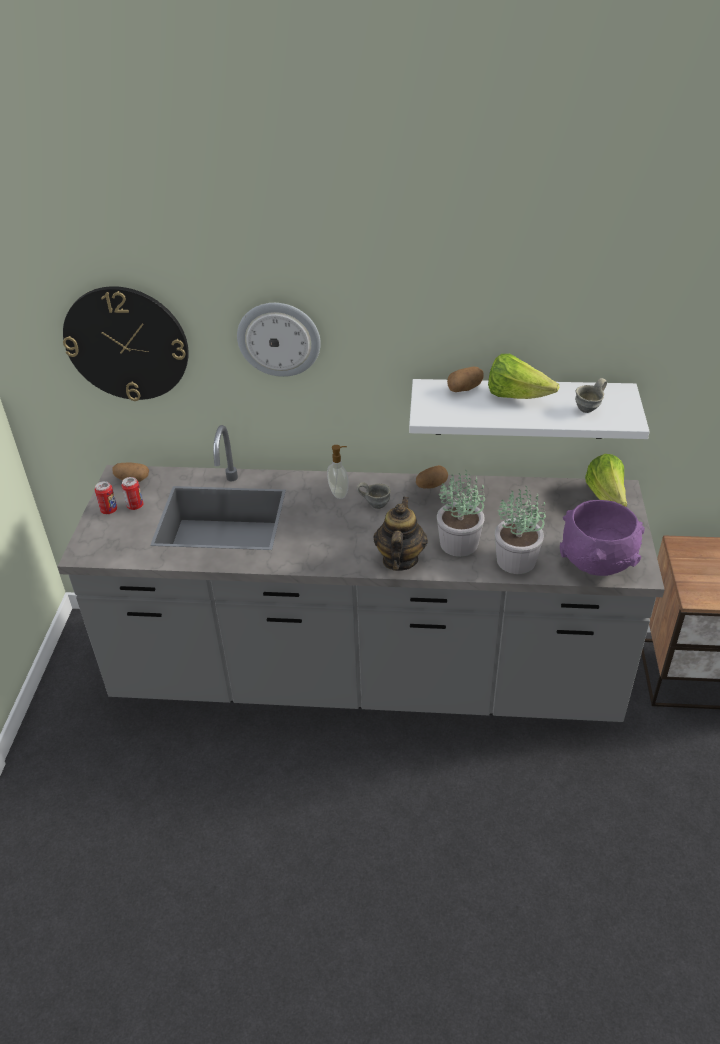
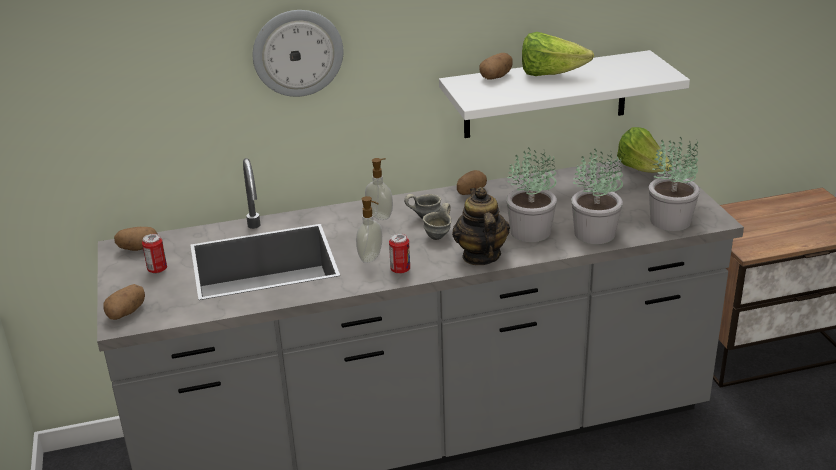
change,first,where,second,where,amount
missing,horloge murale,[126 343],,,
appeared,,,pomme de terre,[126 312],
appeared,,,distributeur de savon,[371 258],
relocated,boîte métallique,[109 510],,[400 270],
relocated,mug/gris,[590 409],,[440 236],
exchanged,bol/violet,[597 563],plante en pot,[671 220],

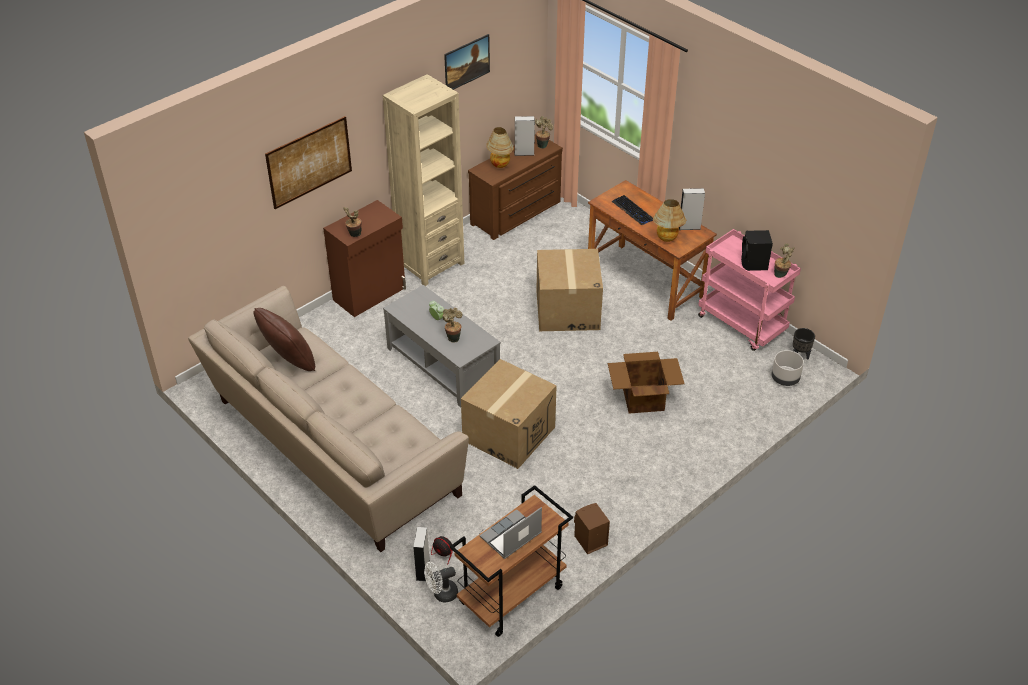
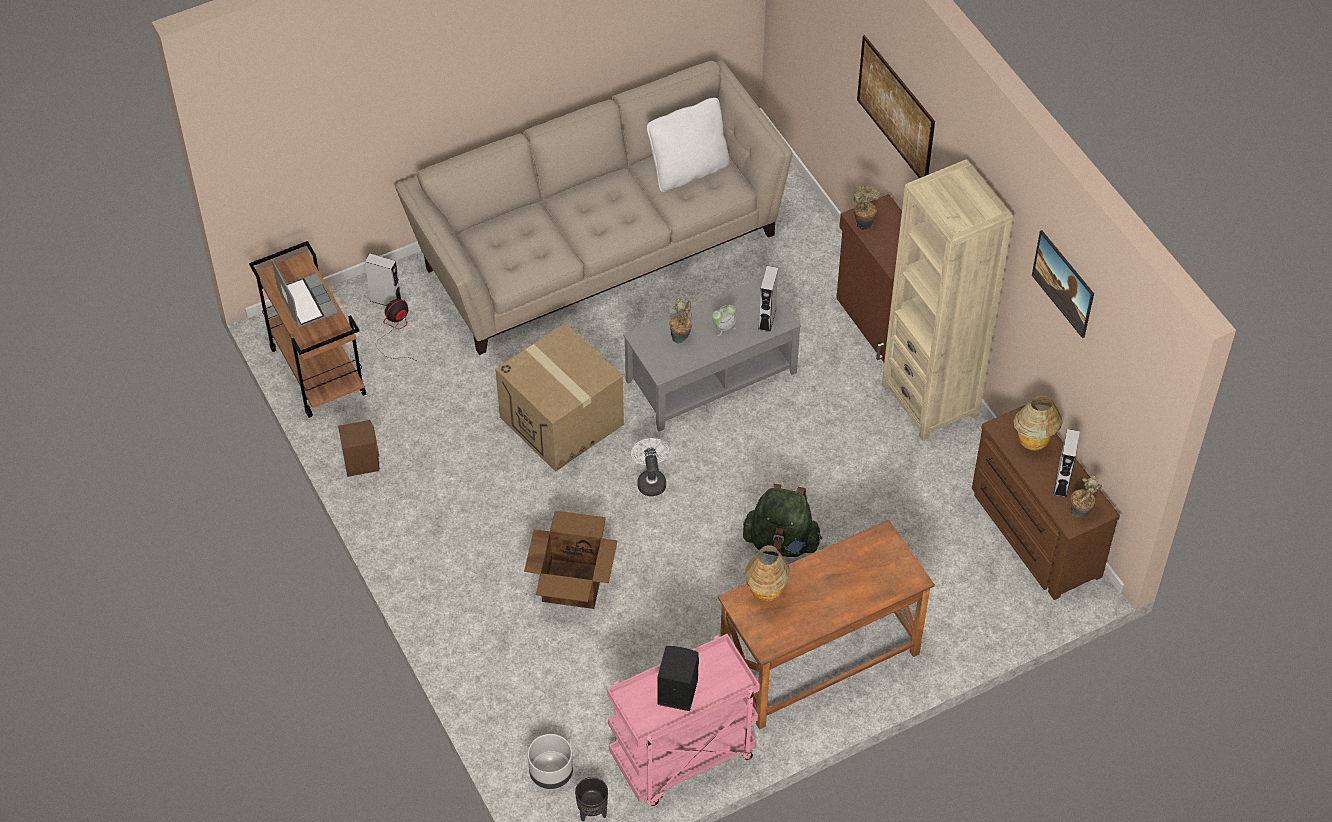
change,first,where,second,where,amount
missing,clavier,[633 211],,,
missing,plante en pot,[781 275],,,
relocated,ventilateur/blanc,[441 594],,[651 480],
relocated,enceinte/gris,[689 227],,[767 319],
exchanged,carton,[567 310],sac à dos/vert,[781 542],
colour,coussin/marron,[288 361],coussin/blanc,[688 170],

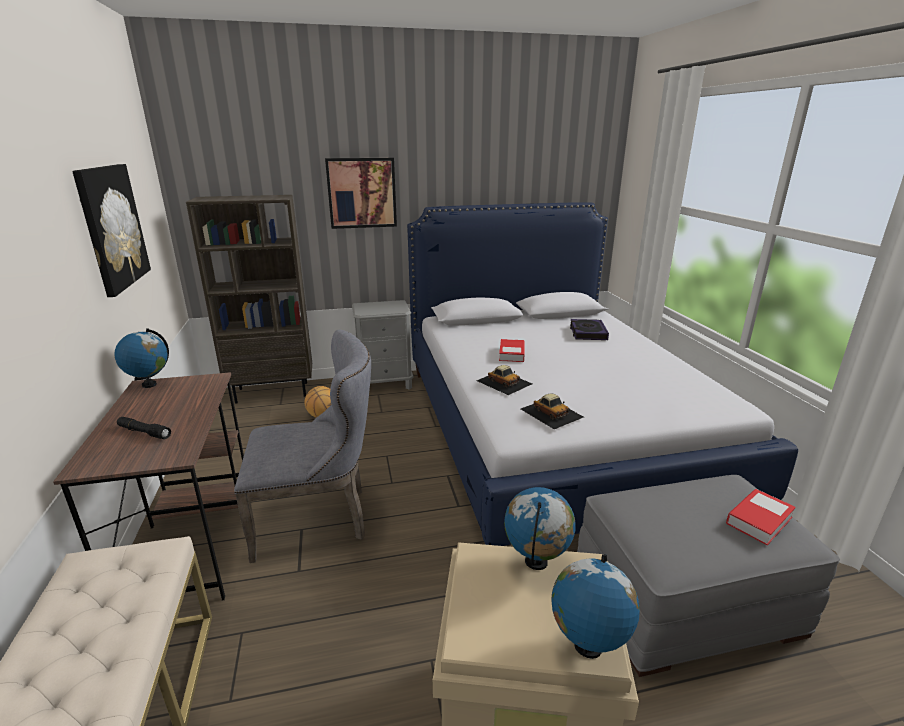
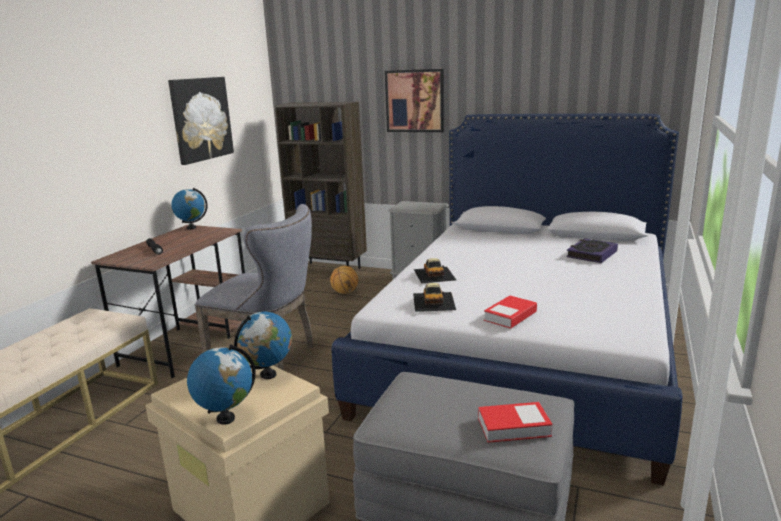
change,first,where,second,where,amount
relocated,livre,[511 354],,[510 316],

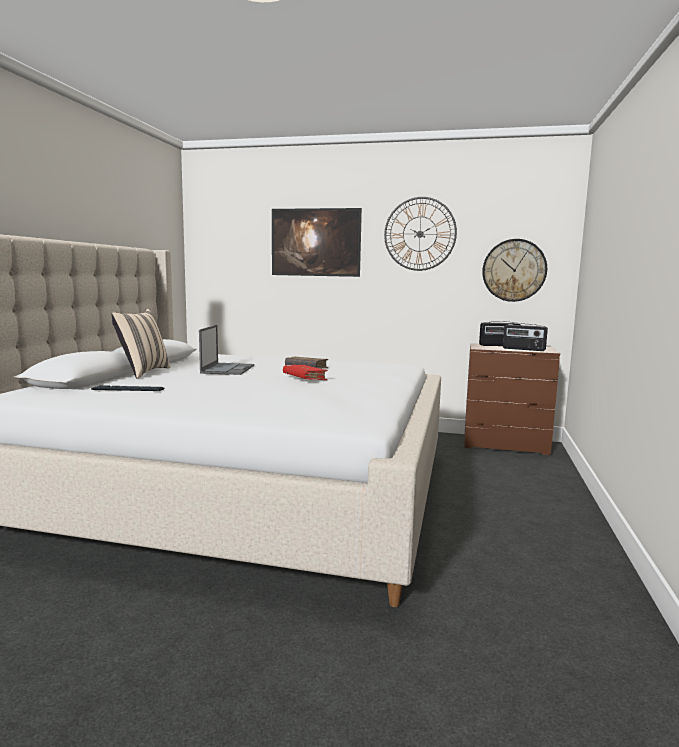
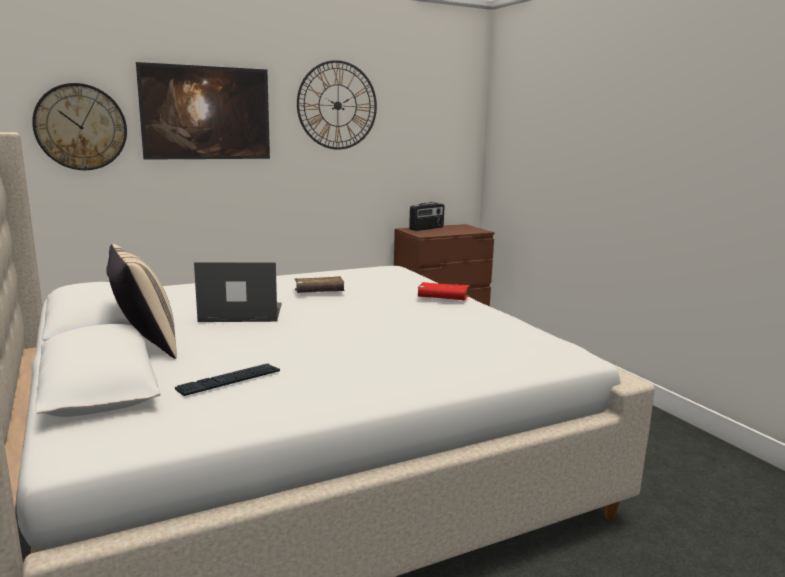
change,first,where,second,where,amount
missing,radio,[523 349],,,
relocated,livre/rouge,[304 378],,[443 299],
relocated,horloge murale,[514 270],,[81 127],
spun,ordinateur portable,[228 369],,[240 313],60 degrees counterclockwise

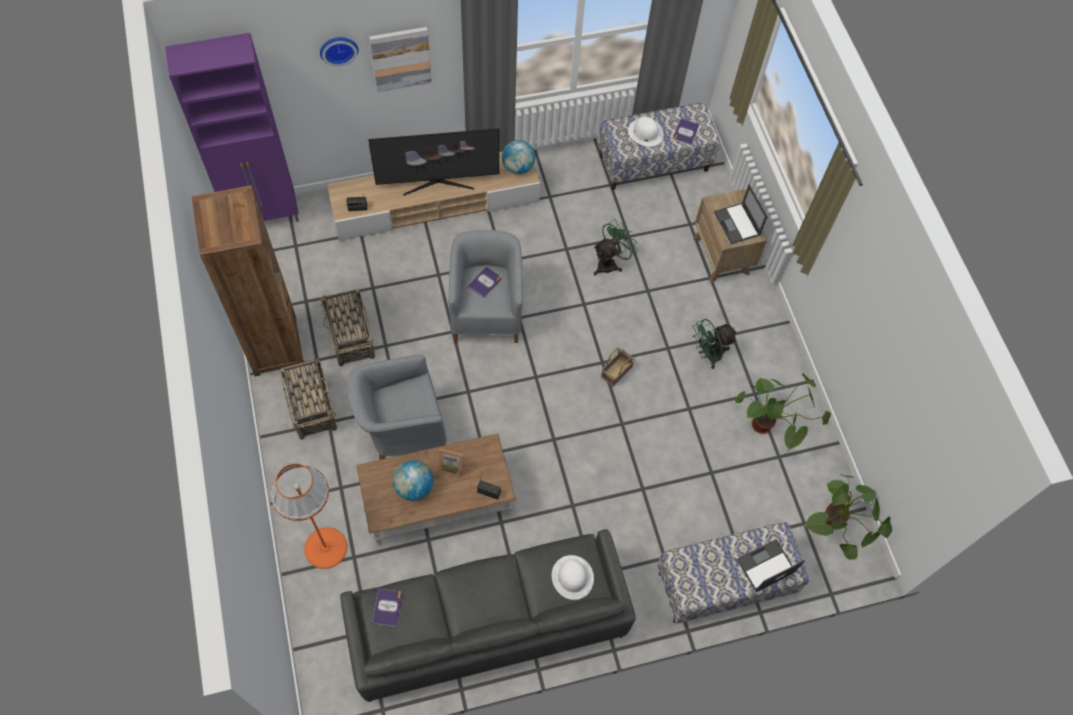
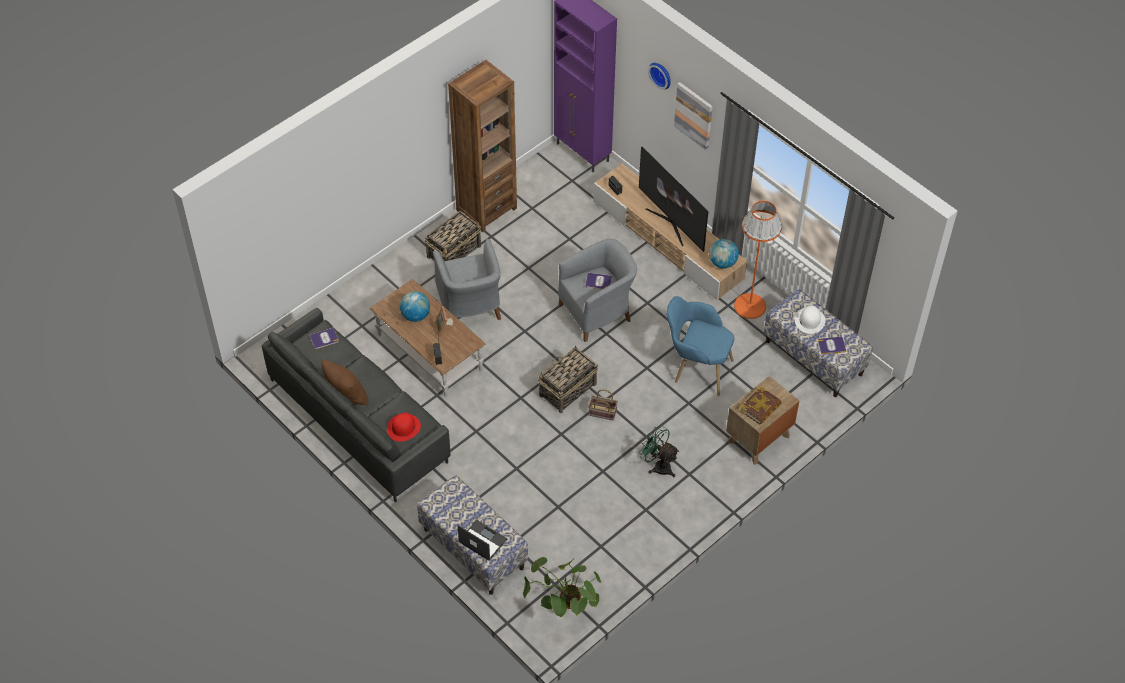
change,first,where,second,where,amount
missing,plante en pot,[771 425],,,
appeared,,,coussin/marron,[346 395],
relocated,lampadaire/orange,[325 547],,[750 305],
relocated,panier,[351 337],,[567 390],
exchanged,ventilateur/vert,[610 263],fauteuil/bleu,[696 368],
exchanged,ordinateur portable,[737 224],livre,[760 408],
colour,chapeau/blanc,[572 577],chapeau/rouge,[403 427],
spun,fauteuil/gris,[401 429],,[470 307],150 degrees counterclockwise

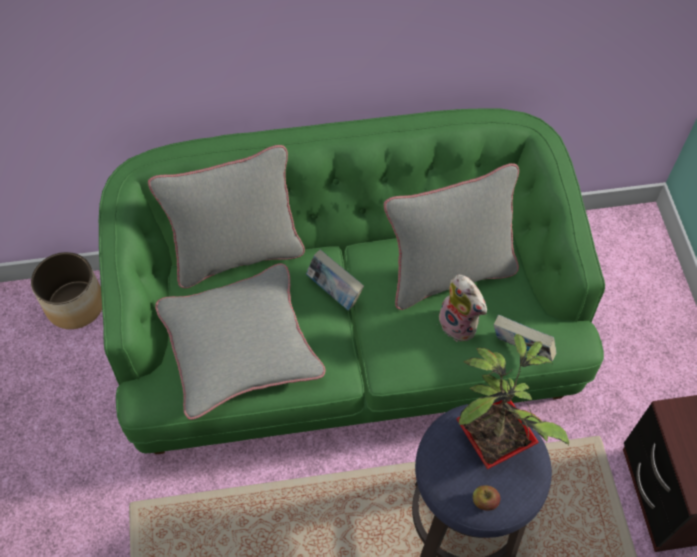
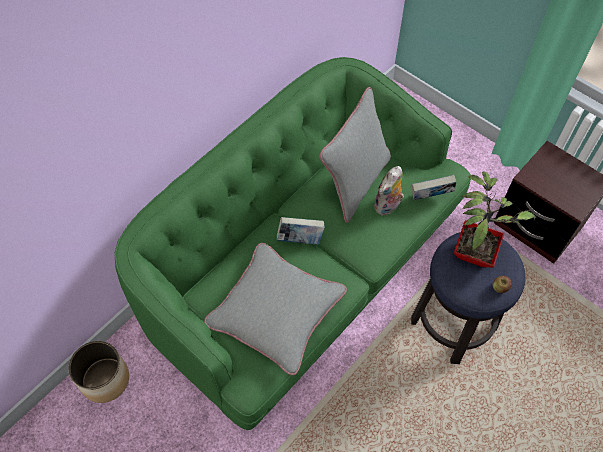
change,first,where,second,where,amount
missing,coussin/gris,[237 254],,,
spun,peluche,[460 324],,[388 206],120 degrees clockwise

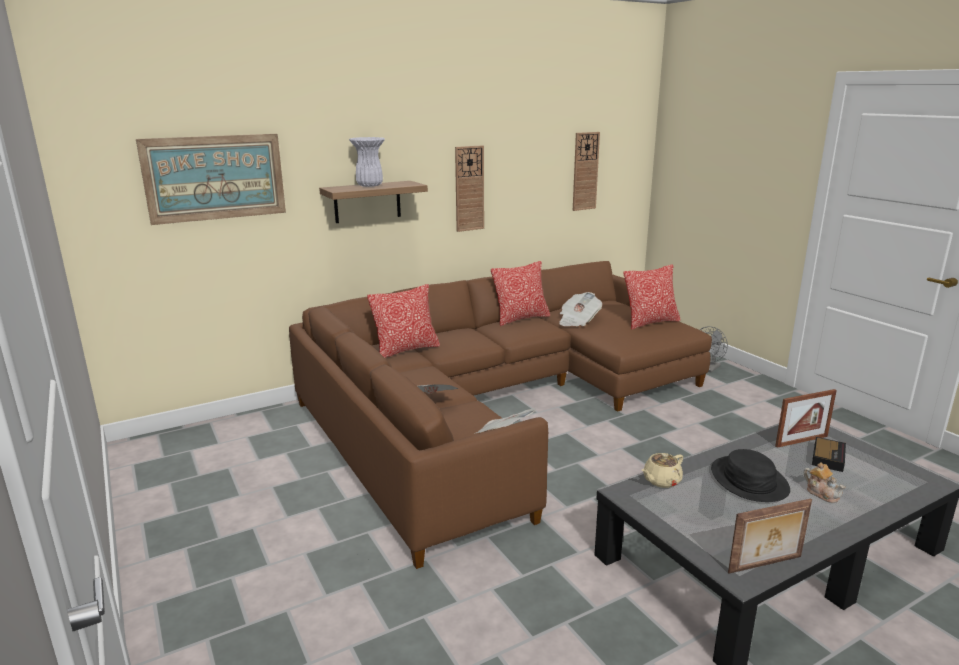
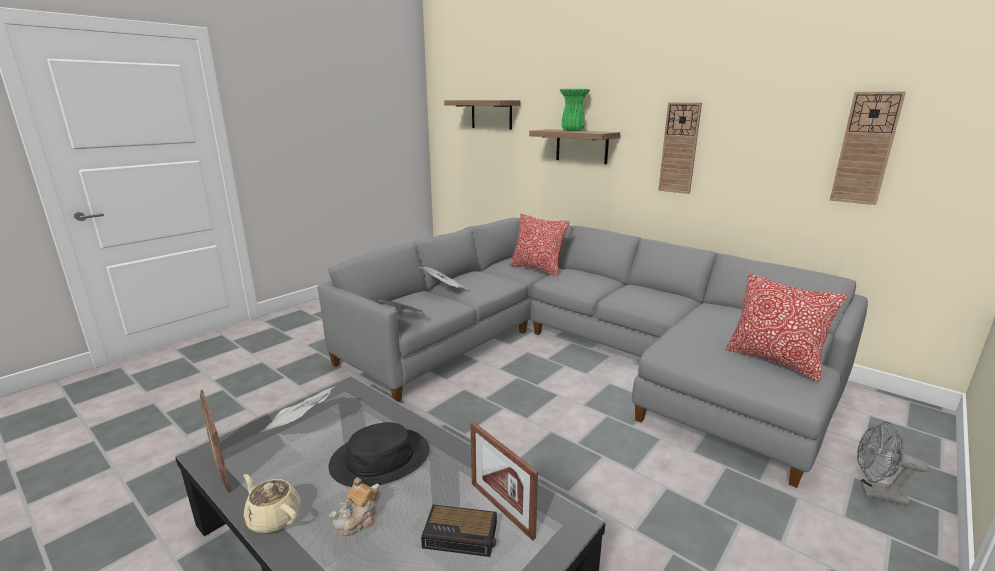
change,first,where,second,where,amount
missing,coussin,[521 318],,,
relocated,journal,[578 321],,[300 426],
relocated,théière/beige,[661 481],,[273 517],
exchanged,tableau,[215 178],étagère,[491 114],
colour,canapé/marron,[496 405],canapé/gris,[579 352],
colour,vase/blanc,[369 186],vase/vert,[572 130],

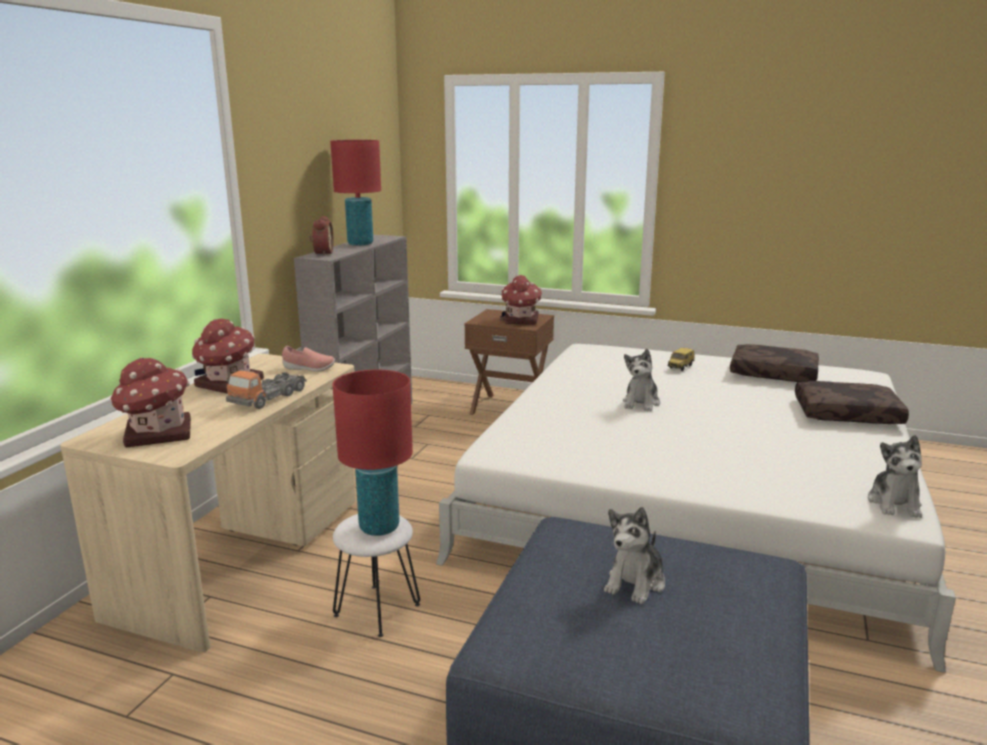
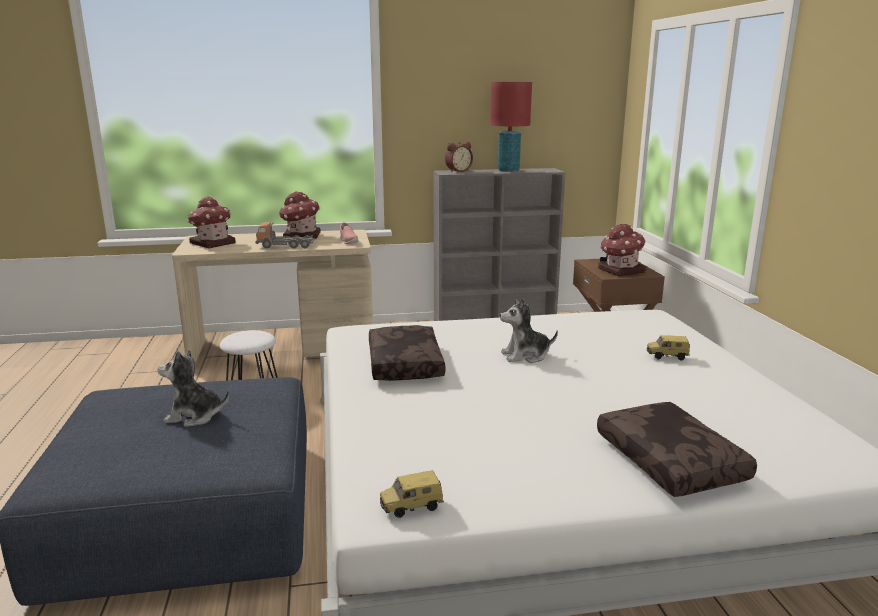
change,first,where,second,where,amount
missing,lampe de table/rouge,[379 527],,,
relocated,coussin/marron,[772 374],,[403 364],
exchanged,peluche,[894 503],petite voiture,[412 508],

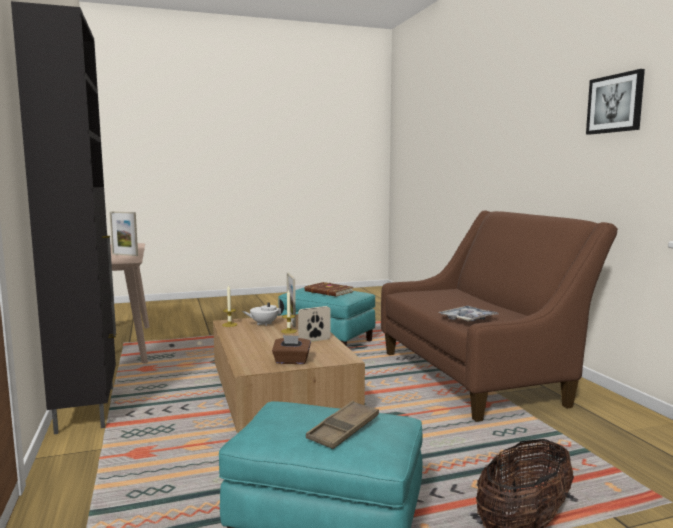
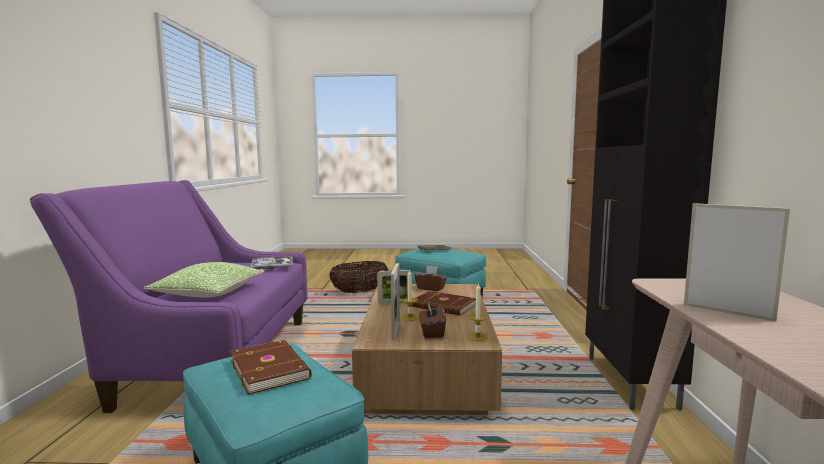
change,first,where,second,where,amount
missing,tableau,[615 103],,,
appeared,,,coussin,[208 293],
appeared,,,livre/marron,[443 306],
exchanged,théière/blanc,[264 324],boîte à mouchoirs/marron,[432 332],
colour,canapé/marron,[478 376],canapé/violet,[210 359],

